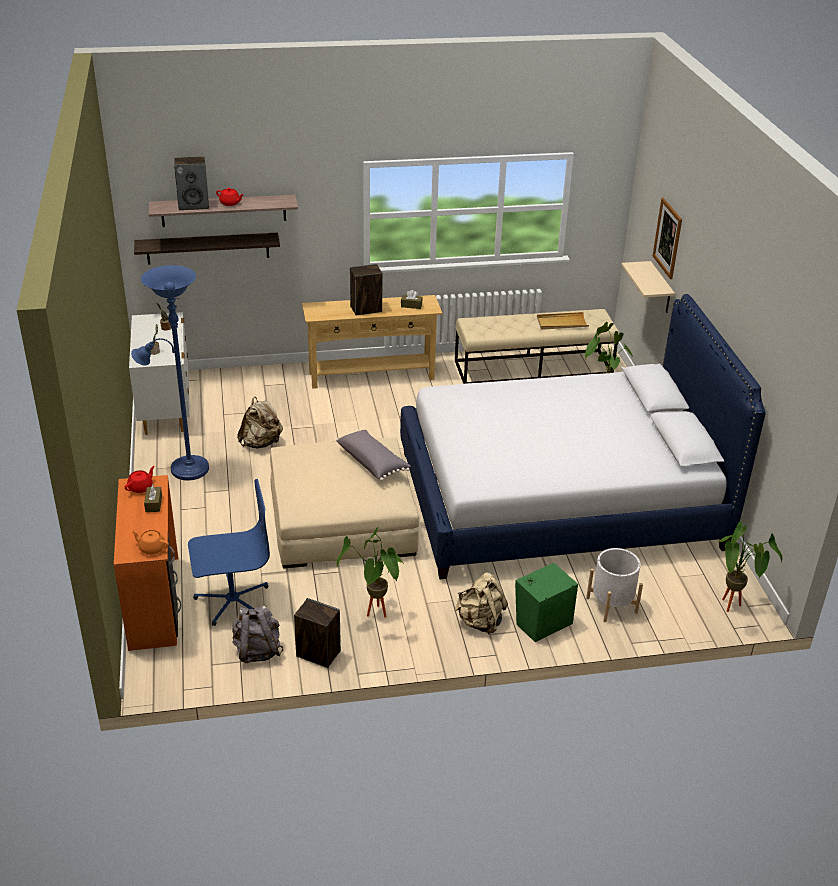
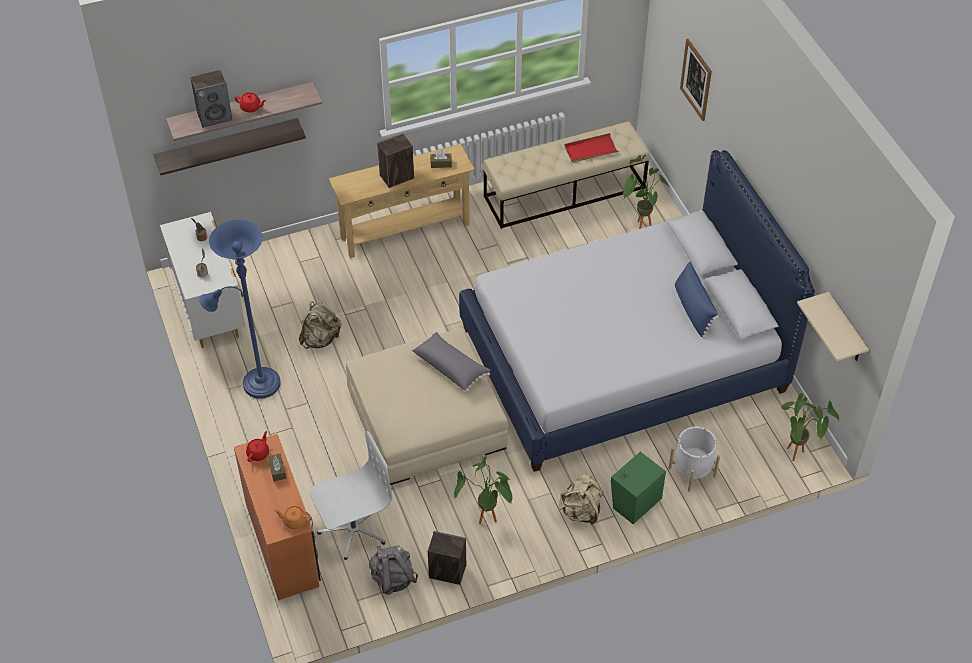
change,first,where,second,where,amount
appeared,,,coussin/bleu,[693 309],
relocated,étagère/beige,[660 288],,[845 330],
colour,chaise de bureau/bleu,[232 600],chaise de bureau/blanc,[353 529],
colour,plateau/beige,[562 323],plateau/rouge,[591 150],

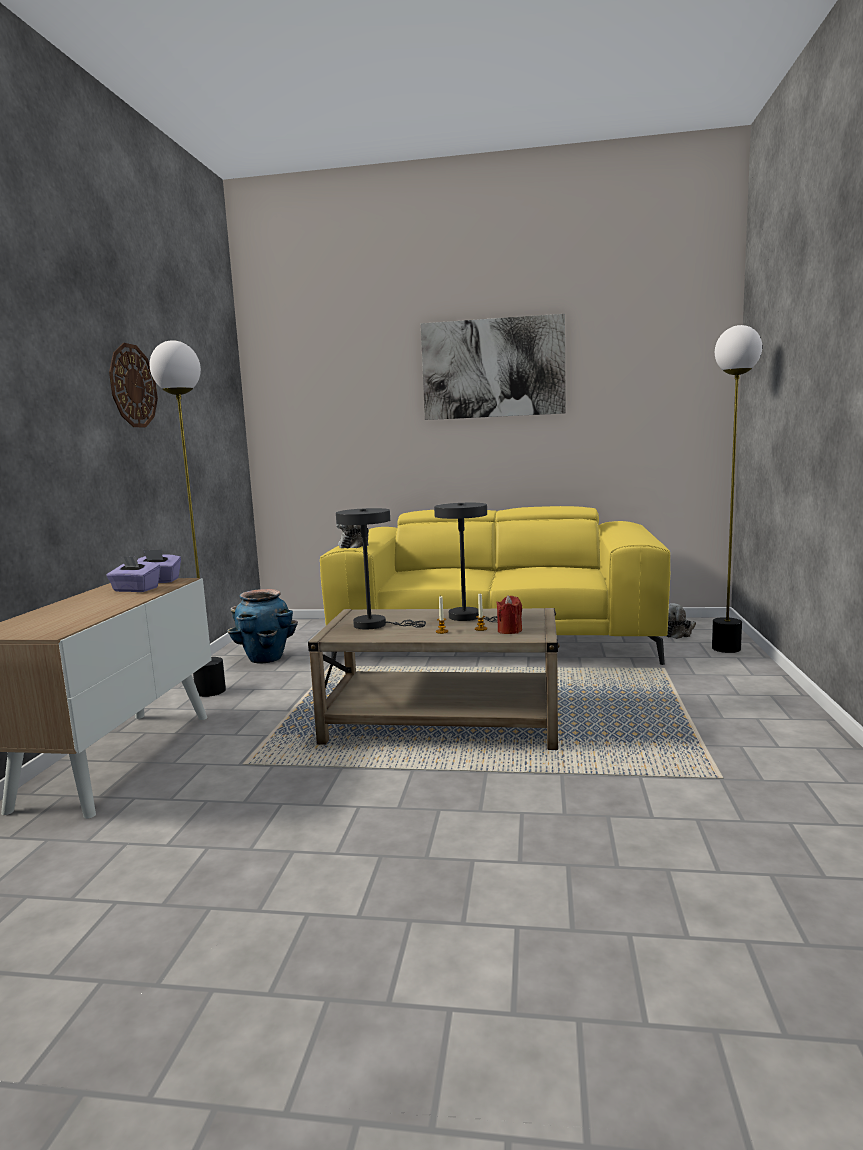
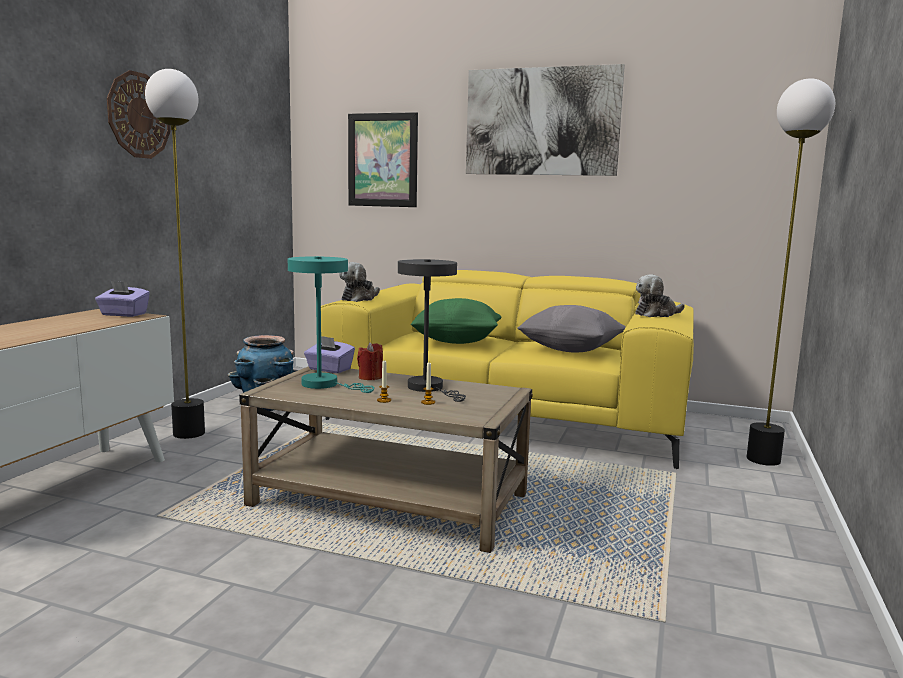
change,first,where,second,where,amount
appeared,,,tableau,[382 160],
appeared,,,coussin/vert,[457 342],
appeared,,,coussin/gris,[570 350],
relocated,boîte à mouchoirs/violet,[135 590],,[329 369],
relocated,bougie/rouge,[509 631],,[370 377],
relocated,peluche,[678 633],,[657 314],
colour,lampe de table/gris,[376 625],lampe de table/turquoise,[325 384],

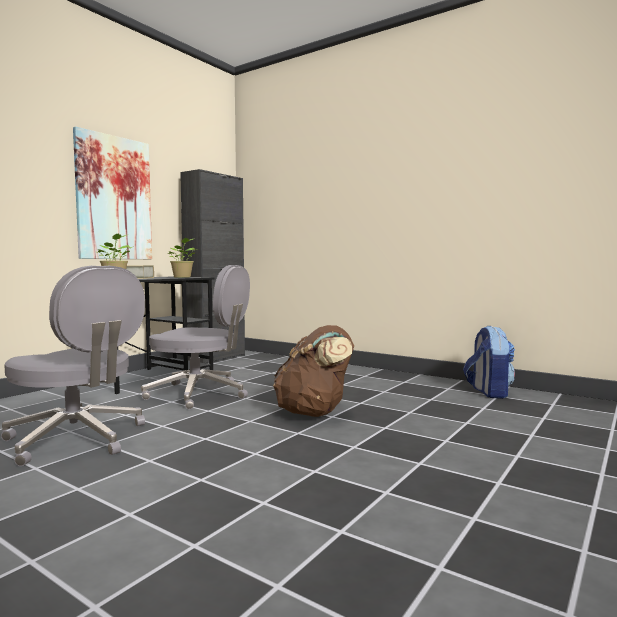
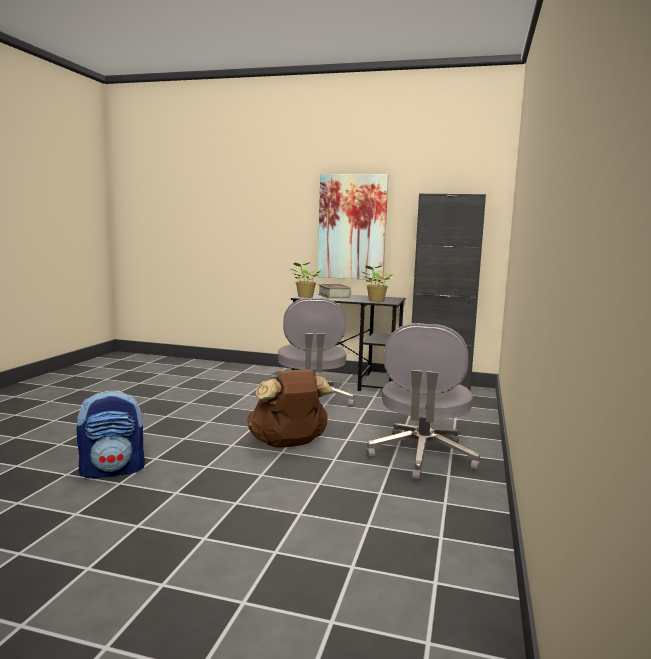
change,first,where,second,where,amount
relocated,chaise de bureau/gris,[77 439],,[422 457],
relocated,sac à dos,[488 392],,[113 470],

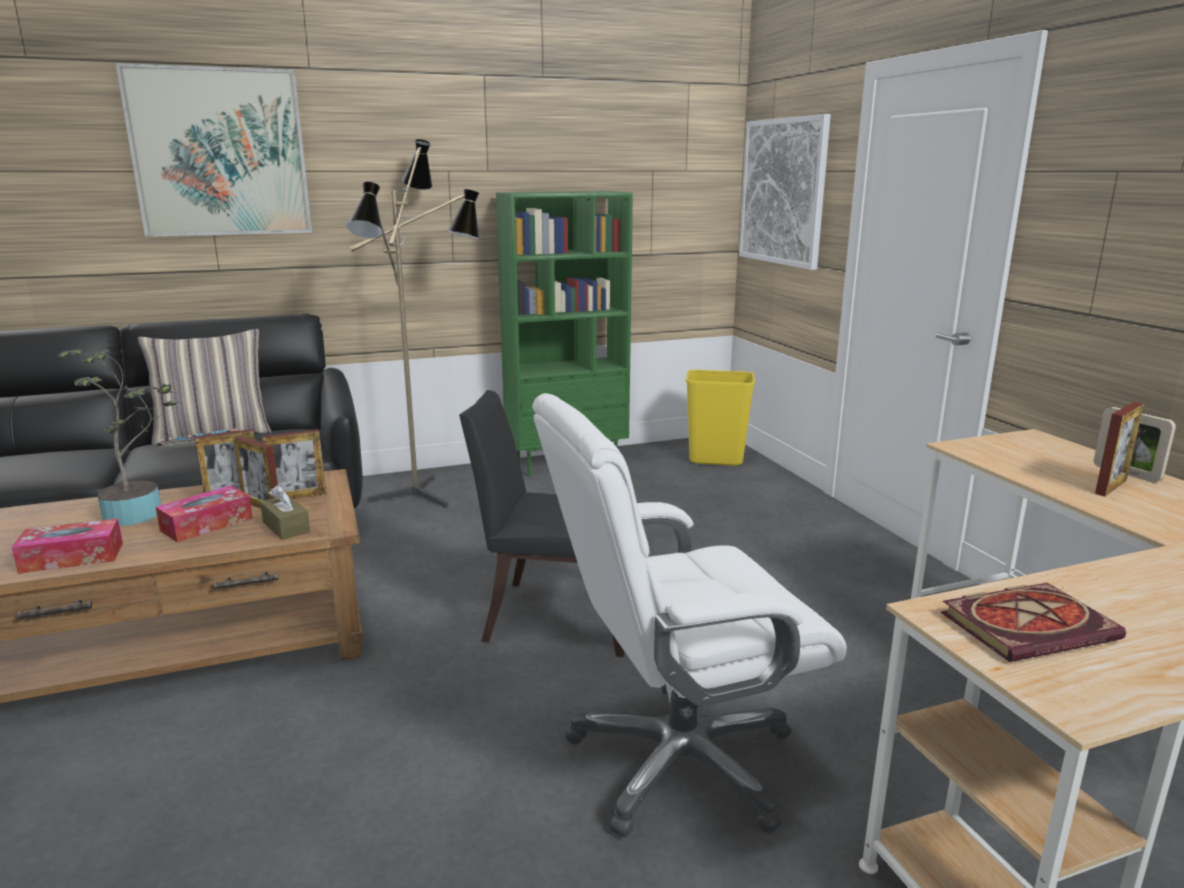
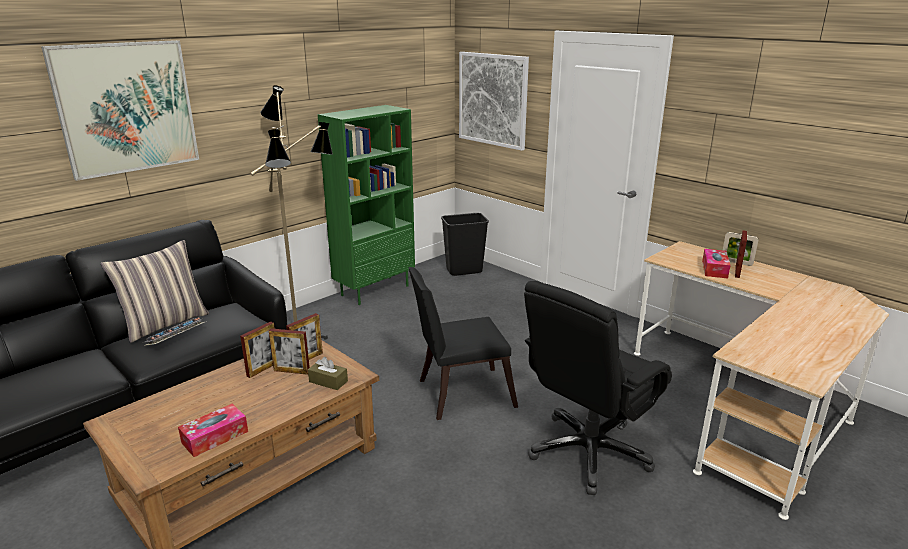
change,first,where,second,where,amount
missing,plante en pot,[140 512],,,
missing,livre,[1029 625],,,
relocated,boîte à mouchoirs,[207 524],,[714 269],
colour,chaise de bureau/blanc,[679 761],chaise de bureau/noir,[588 452],
colour,poubelle/jaune,[715 460],poubelle/noir,[464 271],

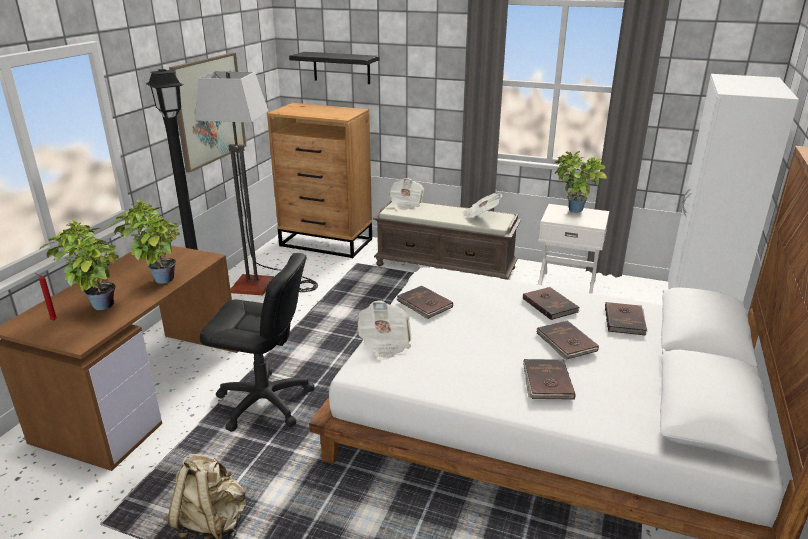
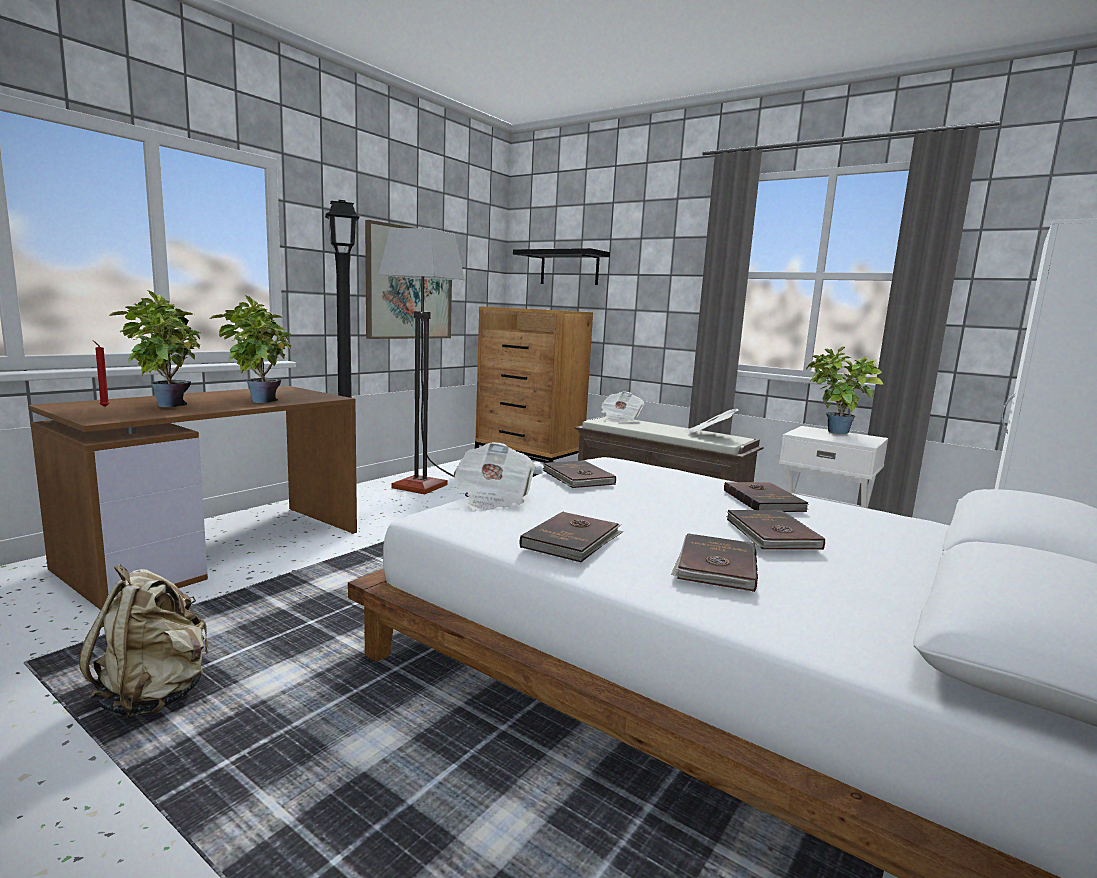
change,first,where,second,where,amount
missing,chaise de bureau/noir,[264 402],,,
relocated,livre/marron,[625 320],,[572 540],

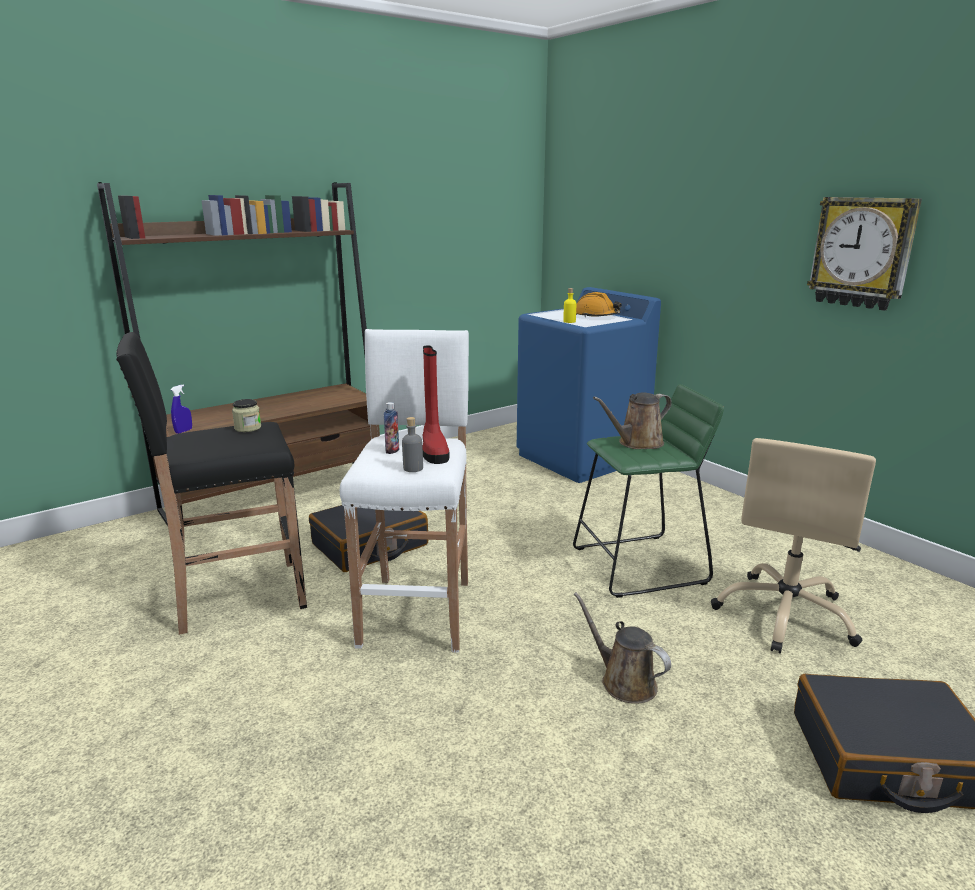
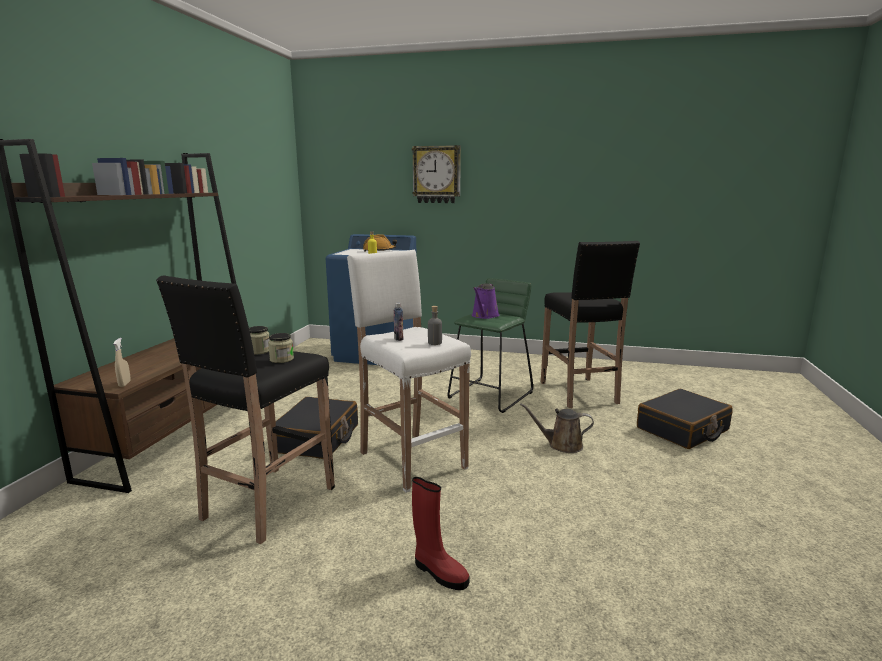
change,first,where,second,where,amount
appeared,,,bocal,[281 359],
relocated,botte/rouge,[433 451],,[439 572],
relocated,horloge murale,[862 252],,[437 174],
exchanged,chaise de bureau/beige,[785 615],tabouret/noir,[579 393],
colour,vaporisateur/bleu,[183 431],vaporisateur/beige,[124 384],
colour,arrosoir/marron,[637 443],arrosoir/violet,[484 316],

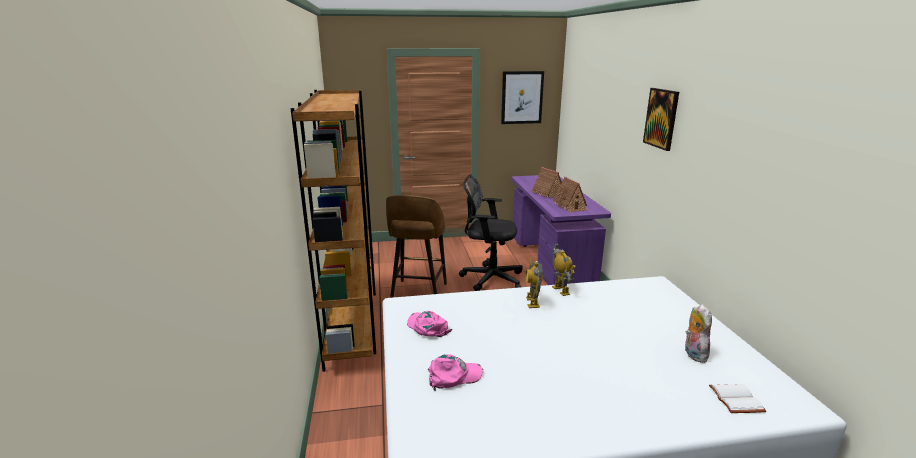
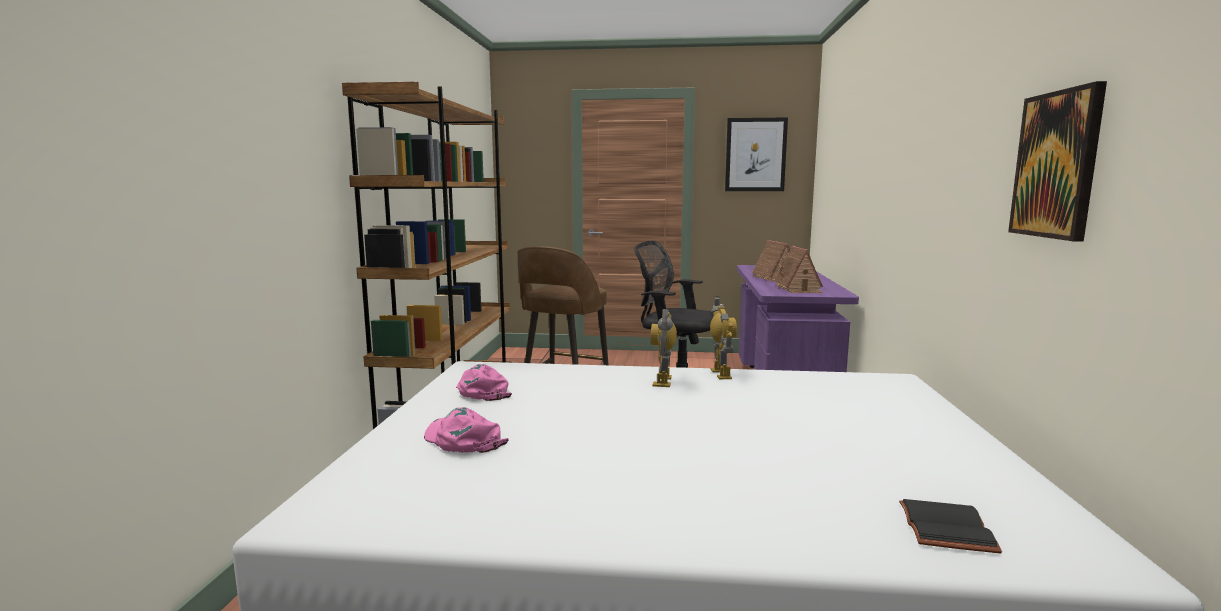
change,first,where,second,where,amount
missing,peluche,[693 353],,,
relocated,tableau,[661 118],,[1056 165],
colour,livre/blanc,[737 400],livre/noir,[949 529],
spun,casquette/rose,[454 376],,[463 440],135 degrees counterclockwise

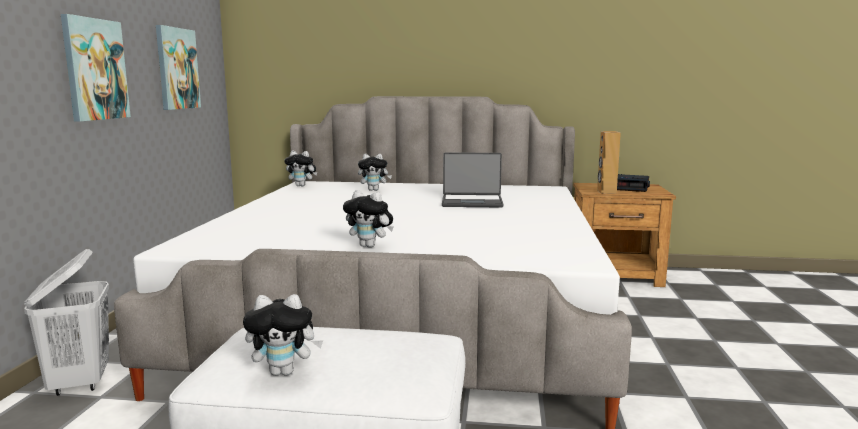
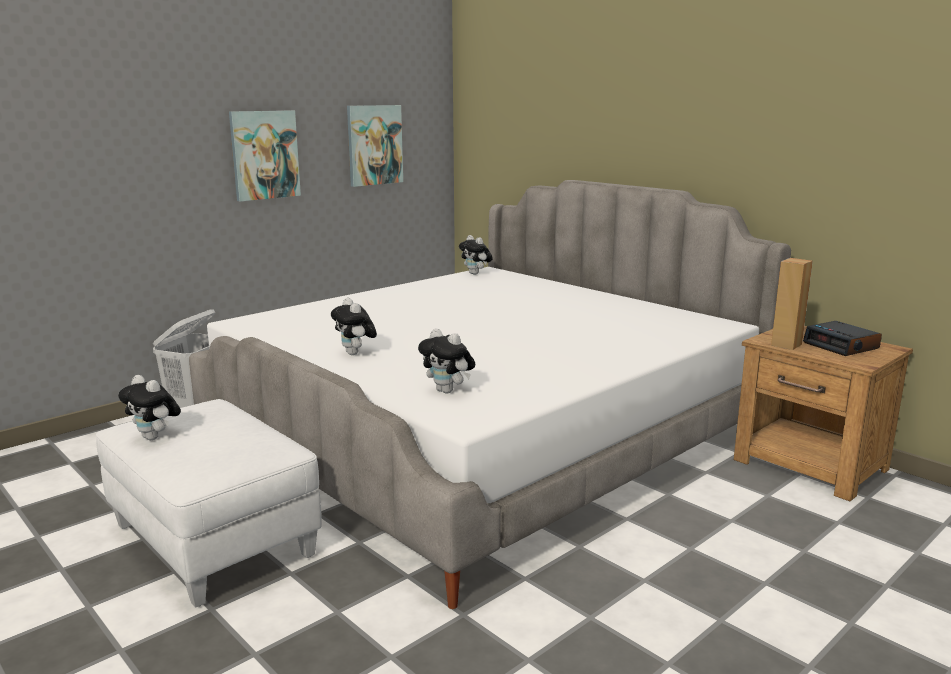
change,first,where,second,where,amount
missing,ordinateur portable,[472 202],,,
relocated,peluche,[374 190],,[448 391],

